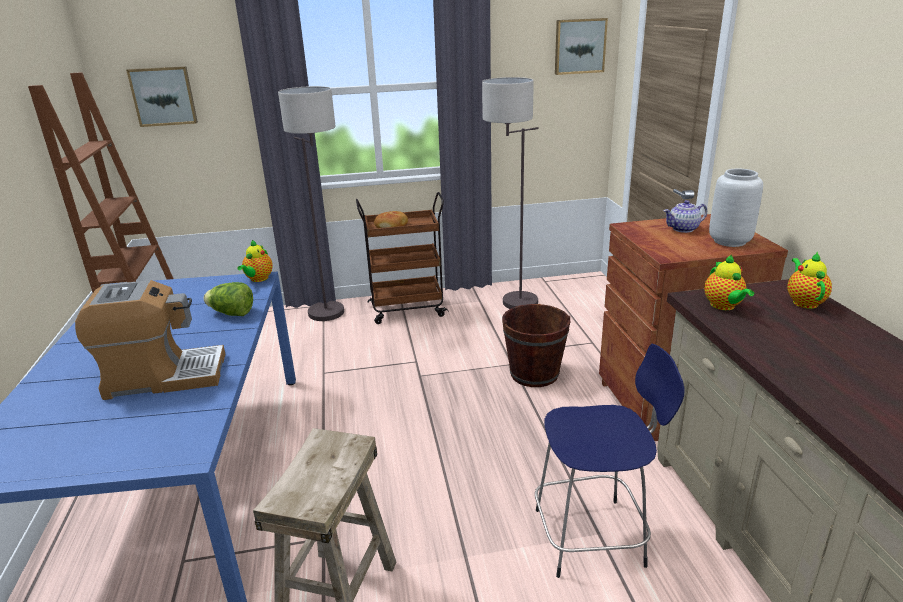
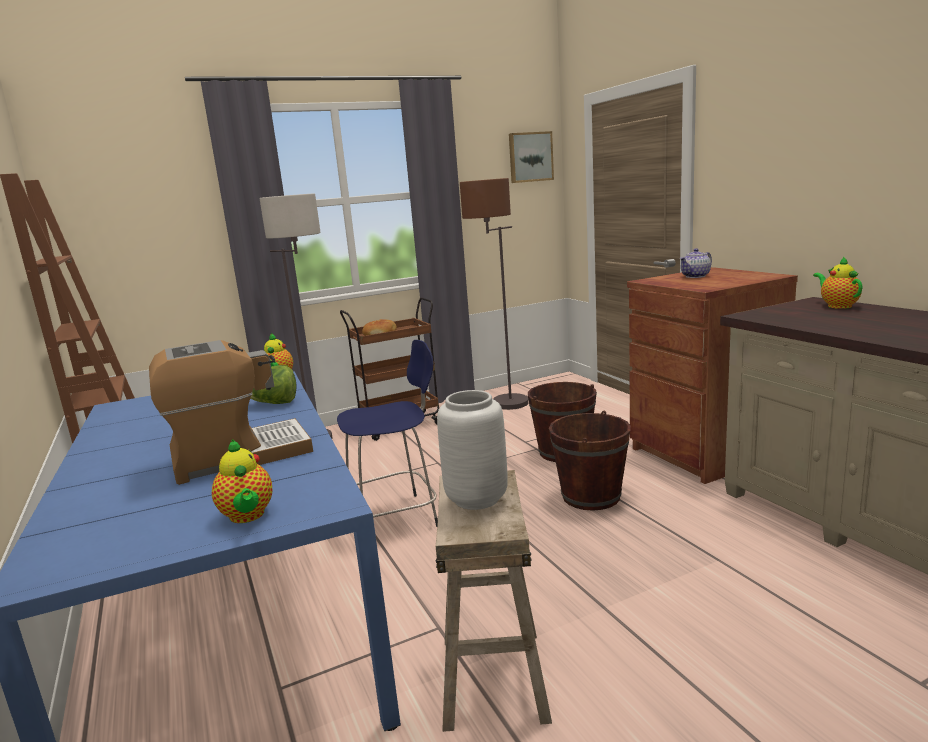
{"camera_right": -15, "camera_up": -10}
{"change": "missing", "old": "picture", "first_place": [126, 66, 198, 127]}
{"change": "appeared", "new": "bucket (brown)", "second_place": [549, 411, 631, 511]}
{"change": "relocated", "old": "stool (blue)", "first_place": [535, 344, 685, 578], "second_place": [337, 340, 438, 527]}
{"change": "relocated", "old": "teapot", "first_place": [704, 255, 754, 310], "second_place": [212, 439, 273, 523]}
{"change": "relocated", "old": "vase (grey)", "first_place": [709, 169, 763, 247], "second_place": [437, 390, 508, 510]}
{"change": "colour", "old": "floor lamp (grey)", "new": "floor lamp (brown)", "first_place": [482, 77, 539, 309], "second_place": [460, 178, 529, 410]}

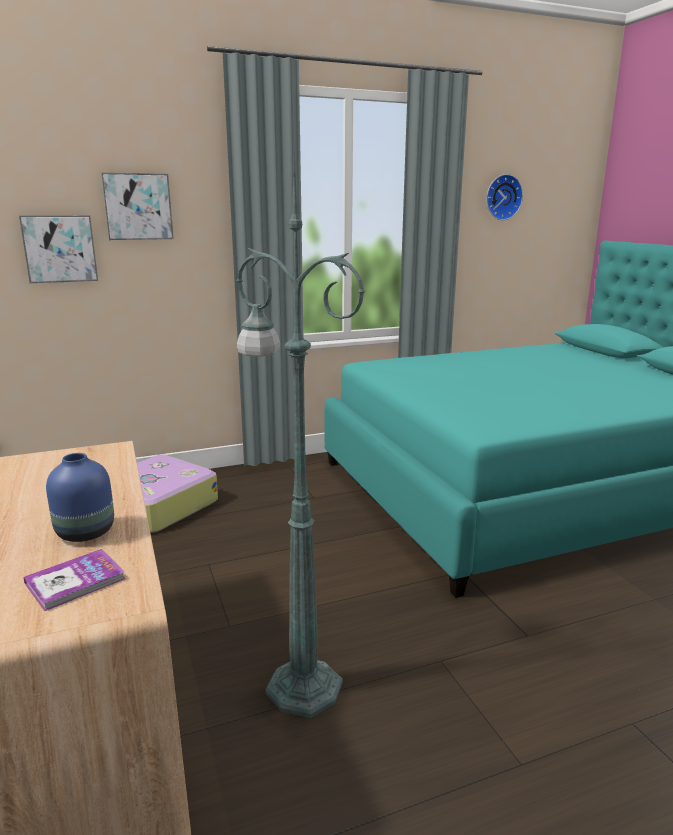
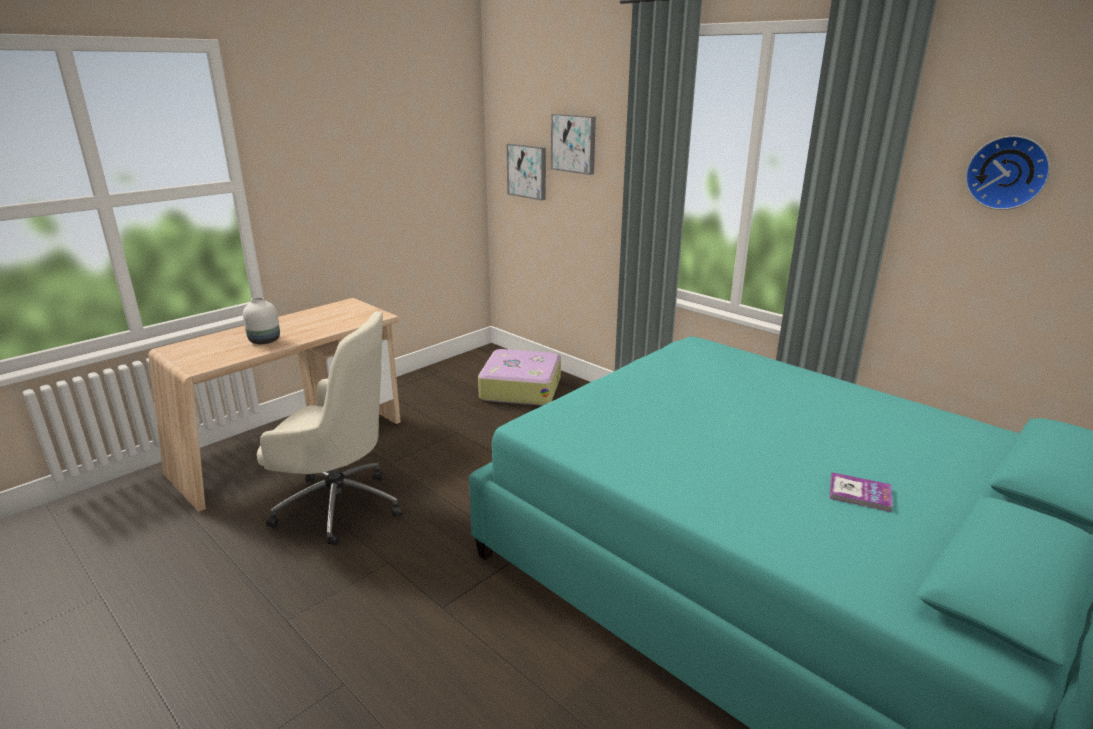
{"camera_right": 65, "camera_up": 5}
{"change": "relocated", "old": "book", "first_place": [23, 549, 126, 611], "second_place": [829, 472, 893, 512]}
{"change": "exchanged", "old": "floor lamp (green)", "new": "office chair (beige)", "first_place": [236, 158, 365, 718], "second_place": [257, 311, 402, 546]}
{"change": "colour", "old": "vase (blue)", "new": "vase (white)", "first_place": [46, 453, 114, 542], "second_place": [243, 297, 280, 344]}

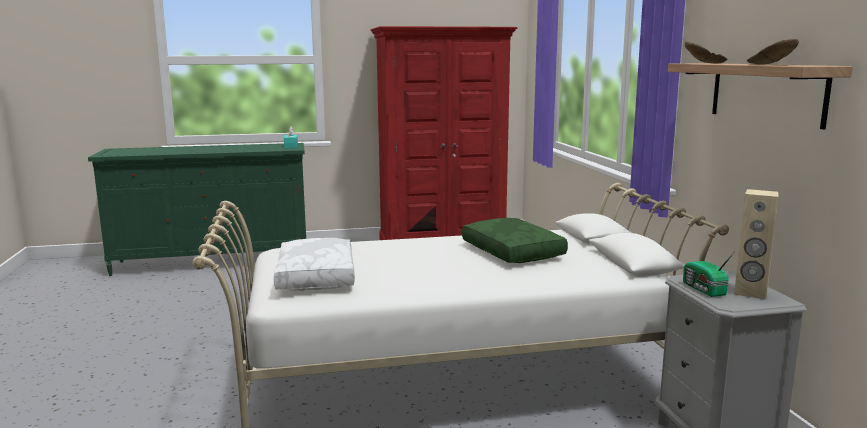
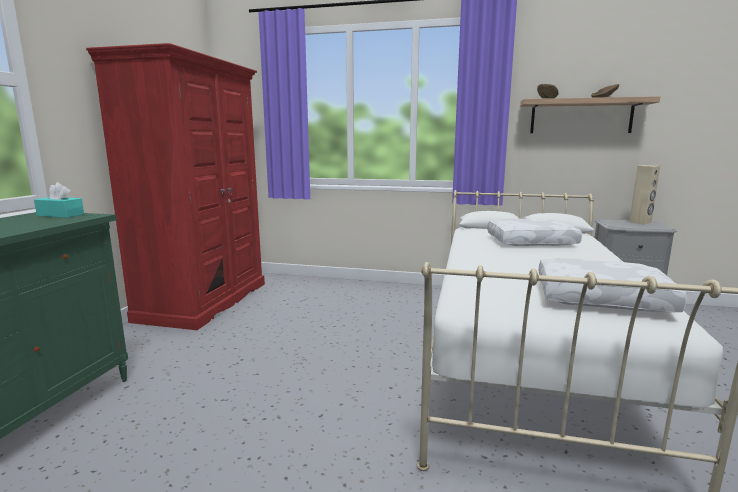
{"camera_right": -65, "camera_up": 0}
{"change": "missing", "old": "radio", "first_place": [683, 251, 735, 297]}
{"change": "colour", "old": "pillow (green)", "new": "pillow (white)", "first_place": [462, 218, 568, 263], "second_place": [487, 218, 582, 246]}

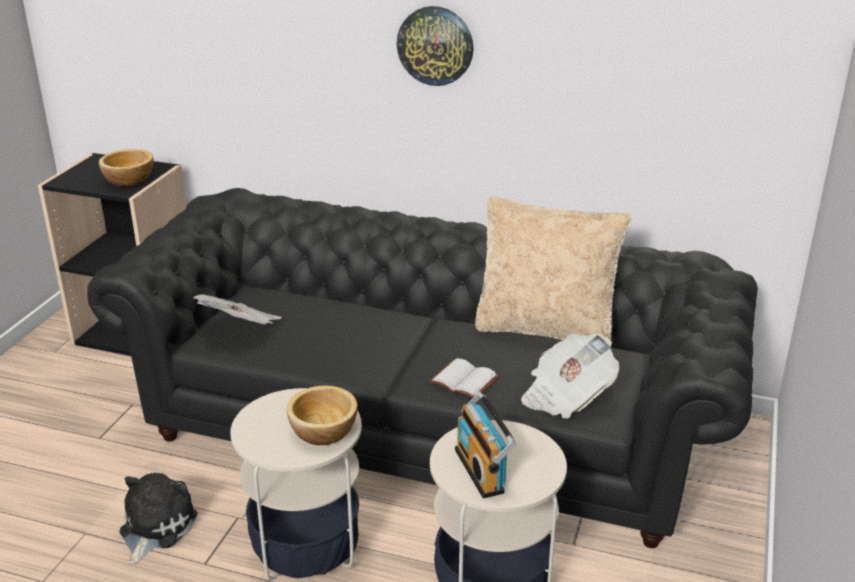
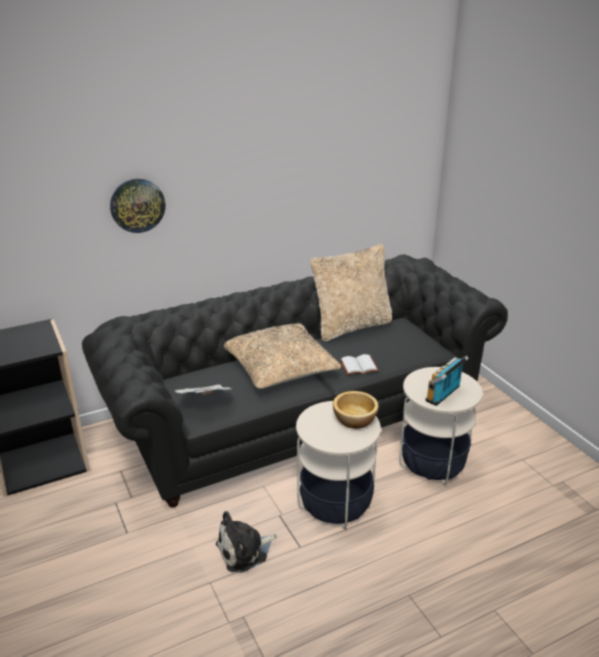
{"camera_right": -45, "camera_up": 0}
{"change": "missing", "old": "bowl", "first_place": [99, 149, 154, 187]}
{"change": "missing", "old": "newspaper", "first_place": [521, 333, 619, 419]}
{"change": "appeared", "new": "pillow (beige)", "second_place": [224, 323, 342, 389]}
{"change": "relocated", "old": "wall clock", "first_place": [397, 6, 474, 86], "second_place": [110, 179, 165, 233]}
{"change": "spun", "old": "plush toy", "first_place": [120, 473, 198, 564], "second_place": [216, 511, 277, 573], "degrees": -90}
{"change": "spun", "old": "radio", "first_place": [455, 392, 517, 499], "second_place": [425, 356, 469, 406], "degrees": 105}

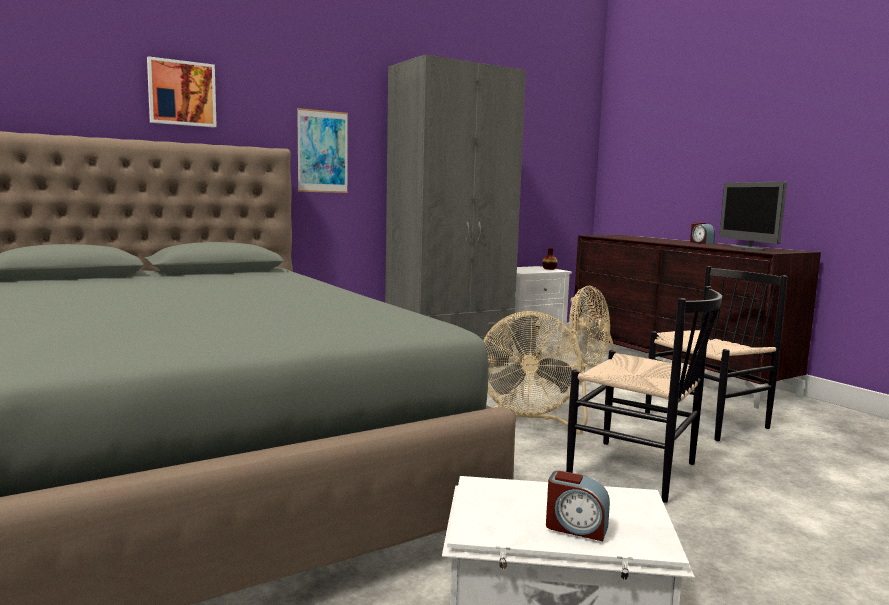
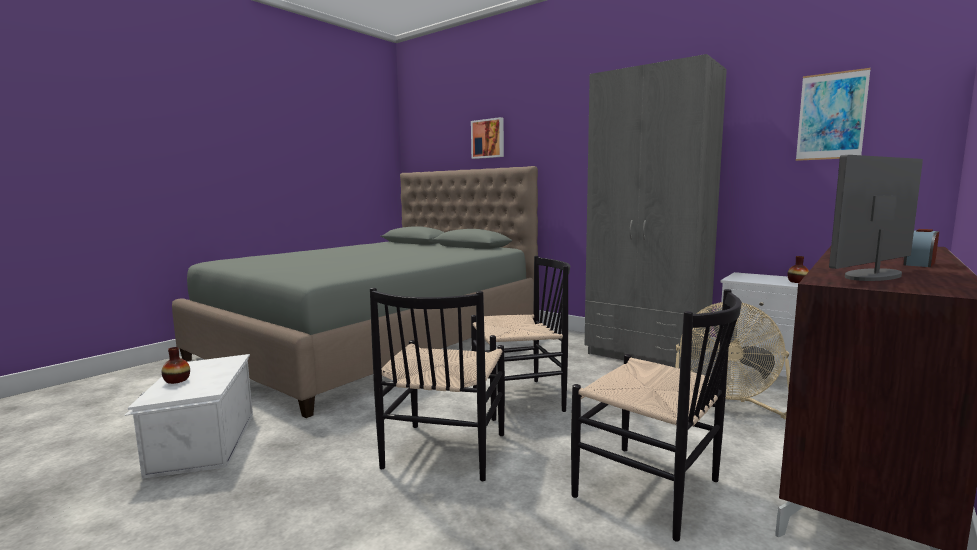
{"camera_right": 70, "camera_up": 0}
{"change": "relocated", "old": "picture", "first_place": [297, 108, 348, 193], "second_place": [796, 68, 871, 161]}
{"change": "exchanged", "old": "fan (beige)", "new": "chair (black)", "first_place": [483, 311, 588, 435], "second_place": [471, 256, 570, 421]}
{"change": "exchanged", "old": "alarm clock", "new": "vase", "first_place": [546, 471, 610, 541], "second_place": [162, 347, 190, 384]}

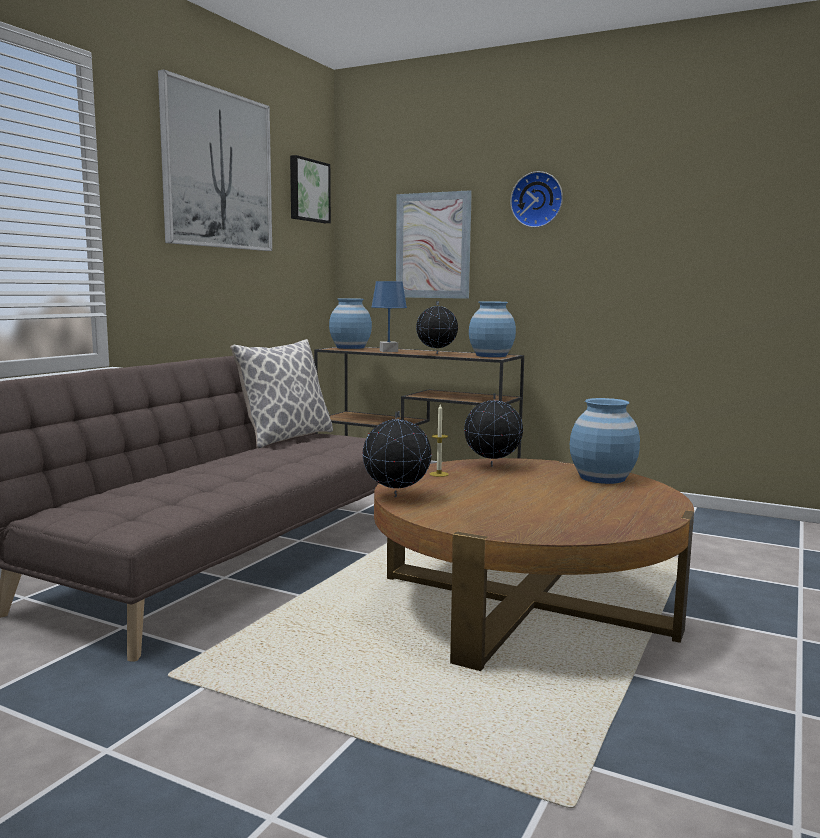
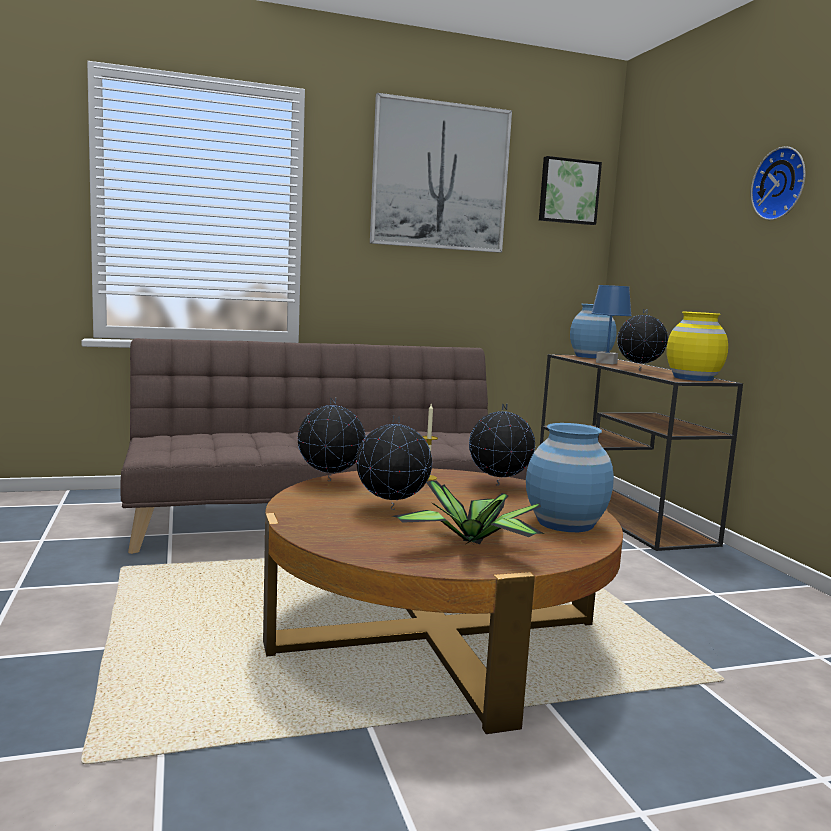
{"camera_right": 45, "camera_up": 0}
{"change": "missing", "old": "pillow", "first_place": [230, 339, 333, 449]}
{"change": "missing", "old": "picture", "first_place": [396, 190, 472, 299]}
{"change": "appeared", "new": "globe", "second_place": [356, 415, 432, 510]}
{"change": "appeared", "new": "potted plant", "second_place": [392, 480, 544, 544]}
{"change": "colour", "old": "vase (blue)", "new": "vase (yellow)", "first_place": [469, 301, 516, 357], "second_place": [666, 312, 728, 381]}

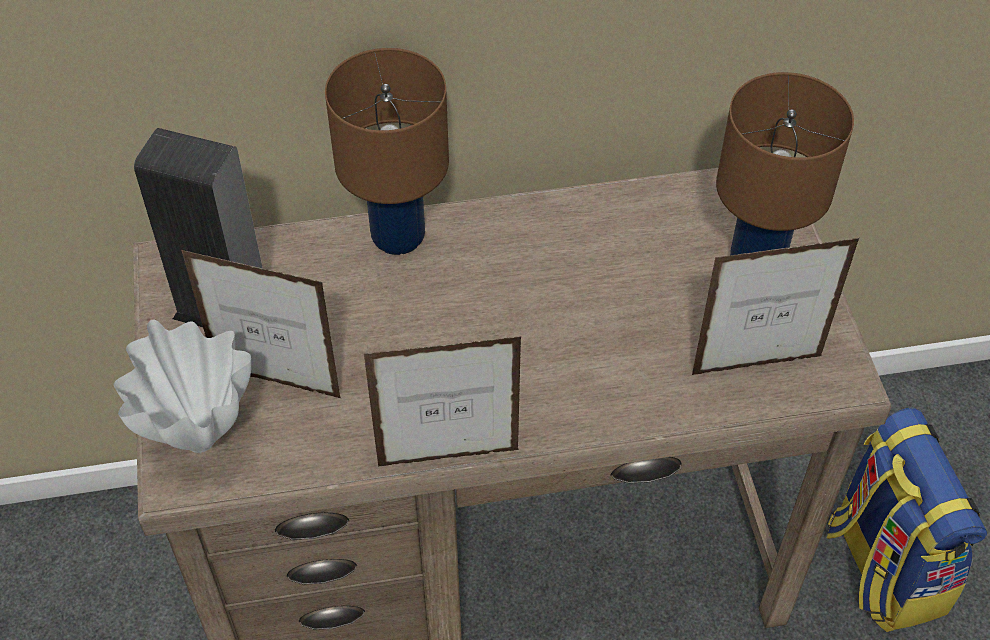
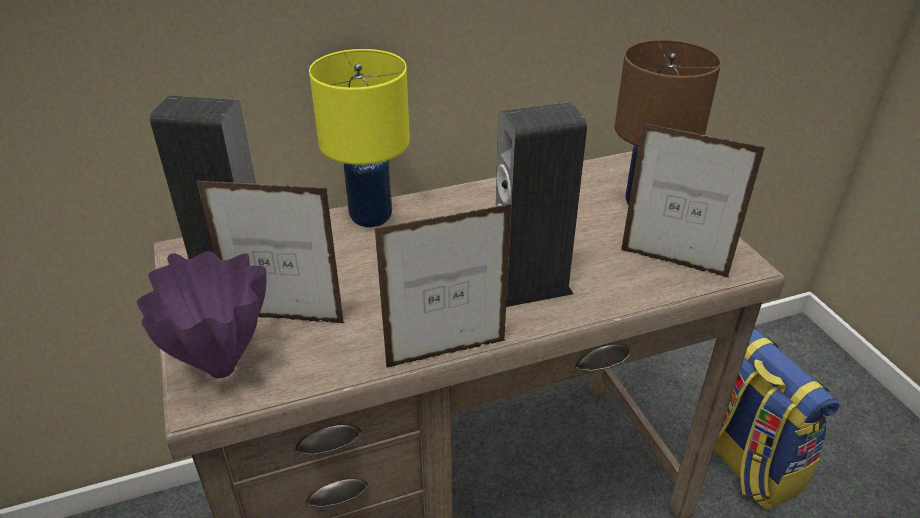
{"camera_right": -10, "camera_up": -15}
{"change": "appeared", "new": "speaker", "second_place": [495, 102, 587, 307]}
{"change": "colour", "old": "vase (white)", "new": "vase (purple)", "first_place": [114, 320, 251, 453], "second_place": [137, 251, 266, 378]}
{"change": "colour", "old": "table lamp (brown)", "new": "table lamp (yellow)", "first_place": [325, 48, 449, 255], "second_place": [309, 49, 410, 227]}
{"change": "spun", "old": "picture frame", "first_place": [692, 238, 860, 375], "second_place": [621, 123, 765, 278], "degrees": 45}

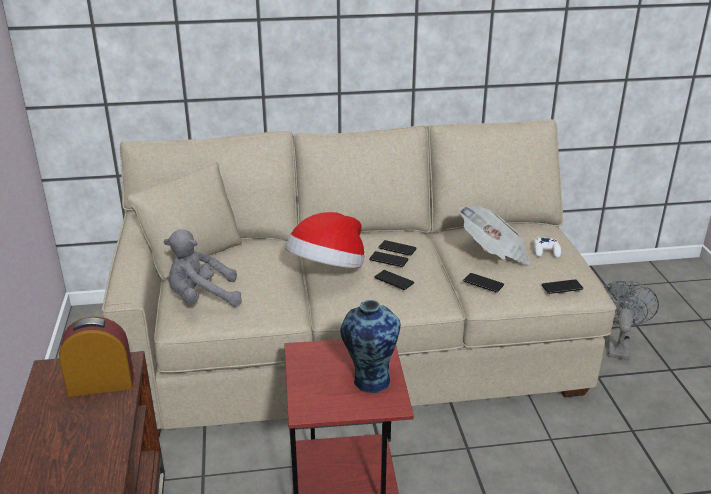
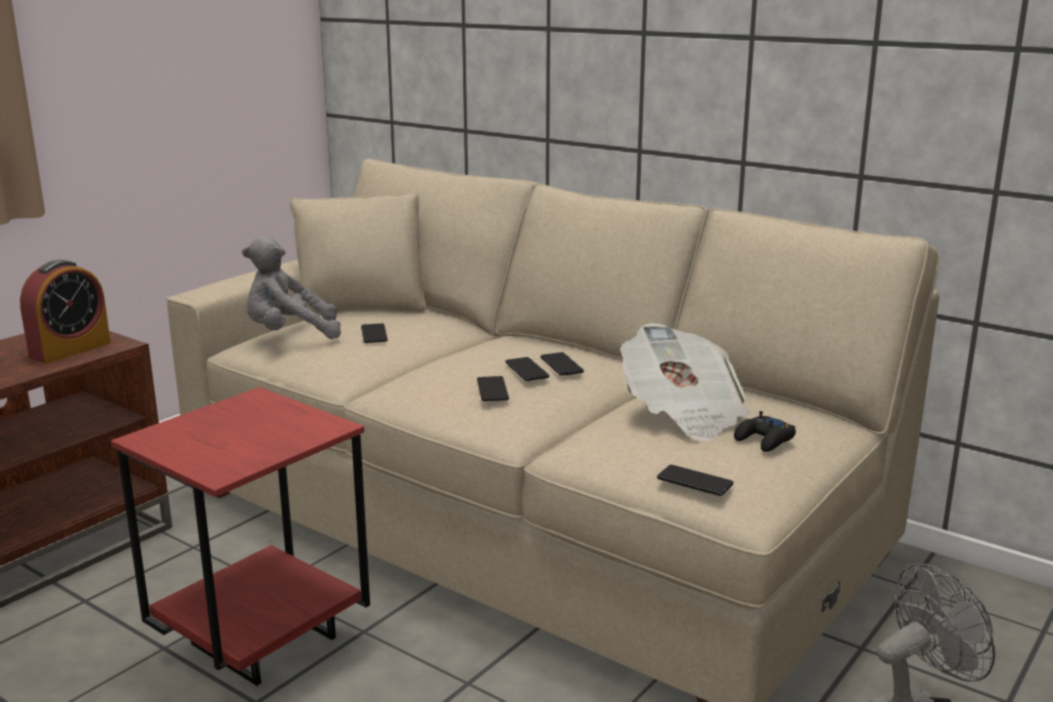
{"camera_right": 45, "camera_up": -10}
{"change": "missing", "old": "hat", "first_place": [285, 212, 365, 268]}
{"change": "missing", "old": "vase", "first_place": [341, 300, 400, 393]}
{"change": "relocated", "old": "phone", "first_place": [463, 273, 504, 292], "second_place": [361, 323, 388, 343]}
{"change": "colour", "old": "game controller (white)", "new": "game controller (black)", "first_place": [534, 237, 561, 258], "second_place": [734, 411, 796, 452]}
{"change": "spun", "old": "alarm clock", "first_place": [59, 317, 134, 397], "second_place": [20, 260, 111, 363], "degrees": 90}
{"change": "spun", "old": "plush toy (grey)", "first_place": [163, 229, 242, 306], "second_place": [242, 236, 341, 339], "degrees": -45}

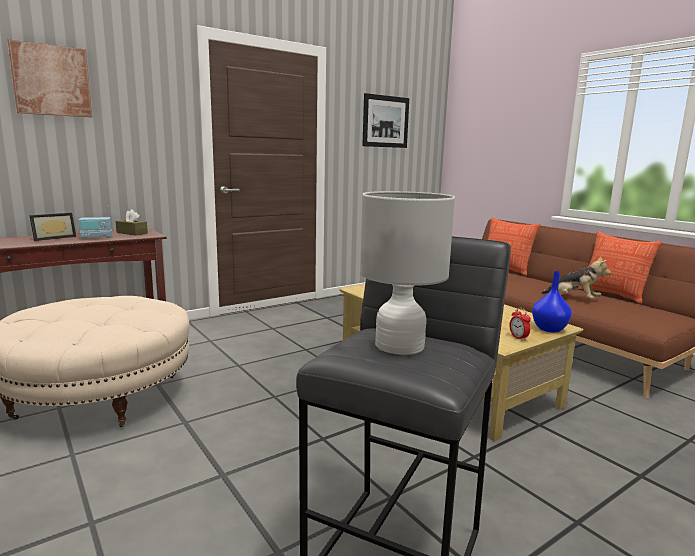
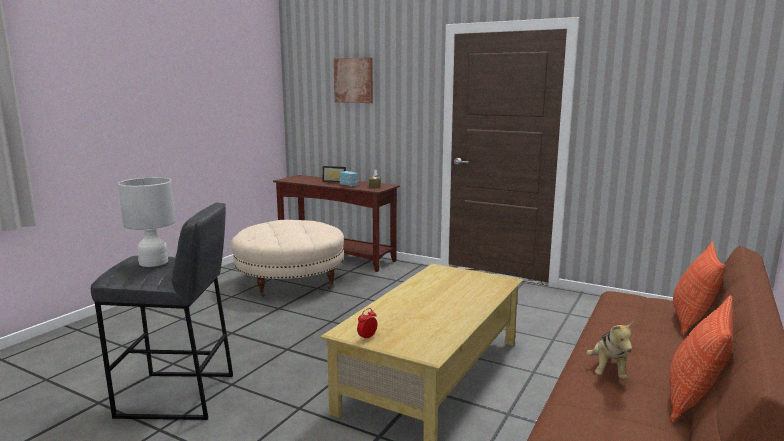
{"camera_right": 65, "camera_up": 0}
{"change": "missing", "old": "picture", "first_place": [362, 93, 409, 148]}
{"change": "missing", "old": "vase (blue)", "first_place": [532, 271, 572, 332]}

